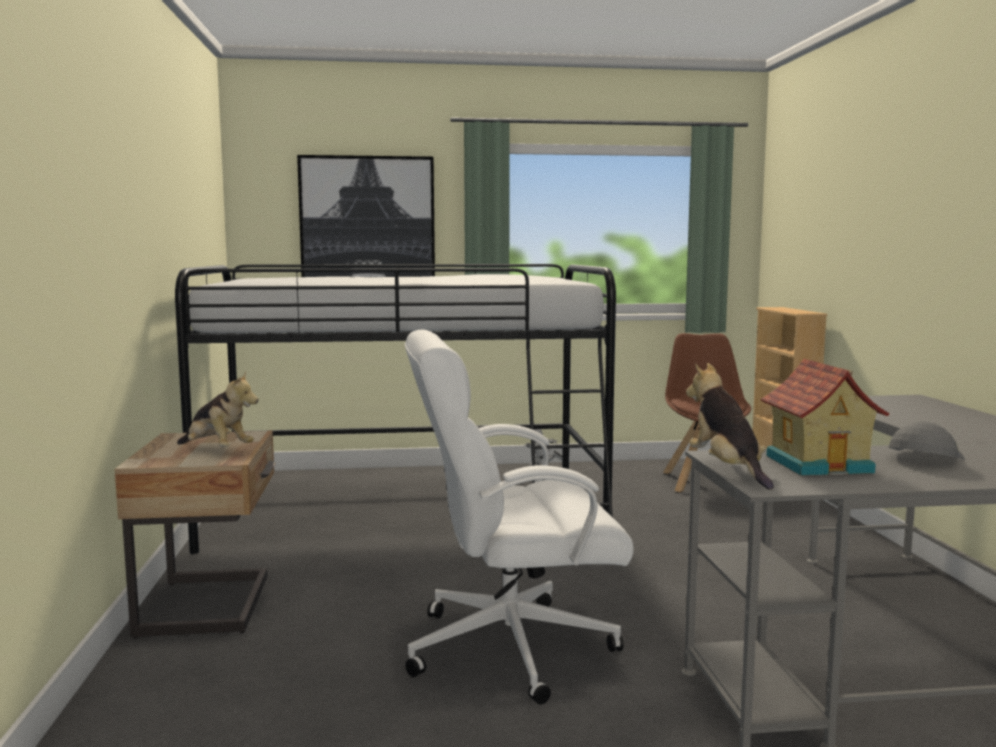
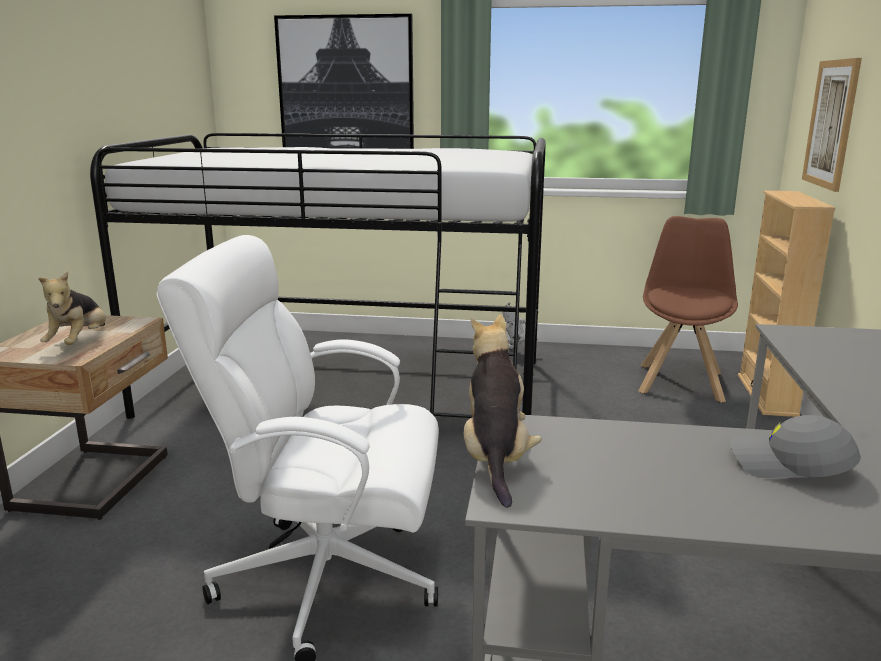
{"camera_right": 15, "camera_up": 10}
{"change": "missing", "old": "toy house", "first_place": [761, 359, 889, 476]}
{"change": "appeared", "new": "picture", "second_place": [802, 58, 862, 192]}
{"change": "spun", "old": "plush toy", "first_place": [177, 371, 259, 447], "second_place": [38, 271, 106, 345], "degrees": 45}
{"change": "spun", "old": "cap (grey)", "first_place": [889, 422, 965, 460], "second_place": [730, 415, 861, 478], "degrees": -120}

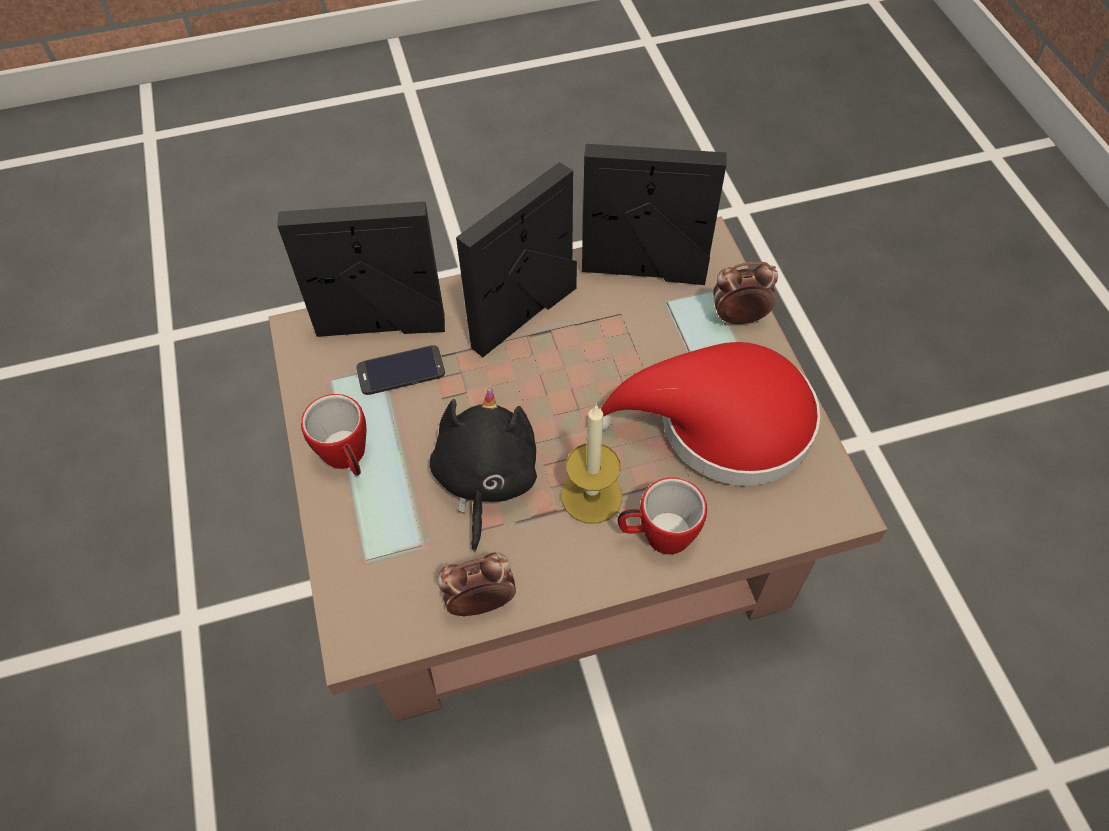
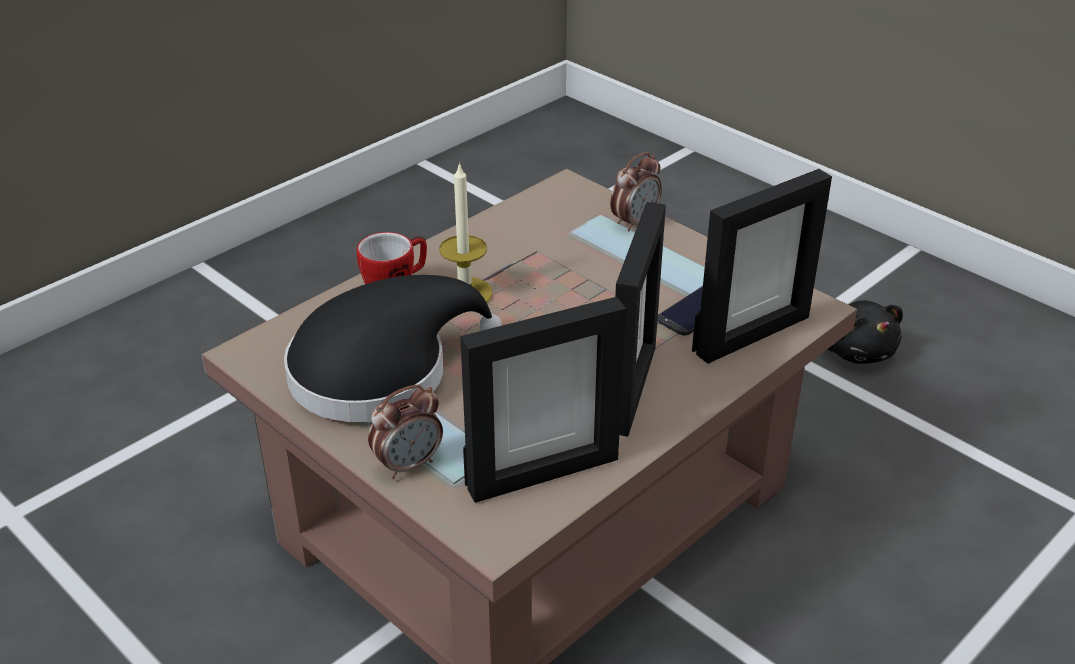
{"camera_right": 150, "camera_up": -20}
{"change": "missing", "old": "mug", "first_place": [301, 394, 367, 476]}
{"change": "relocated", "old": "plush toy (black)", "first_place": [430, 388, 537, 552], "second_place": [827, 300, 903, 364]}
{"change": "relocated", "old": "alarm clock", "first_place": [437, 552, 516, 617], "second_place": [610, 152, 662, 231]}
{"change": "colour", "old": "hat (red)", "new": "hat (black)", "first_place": [599, 342, 820, 486], "second_place": [284, 275, 502, 422]}

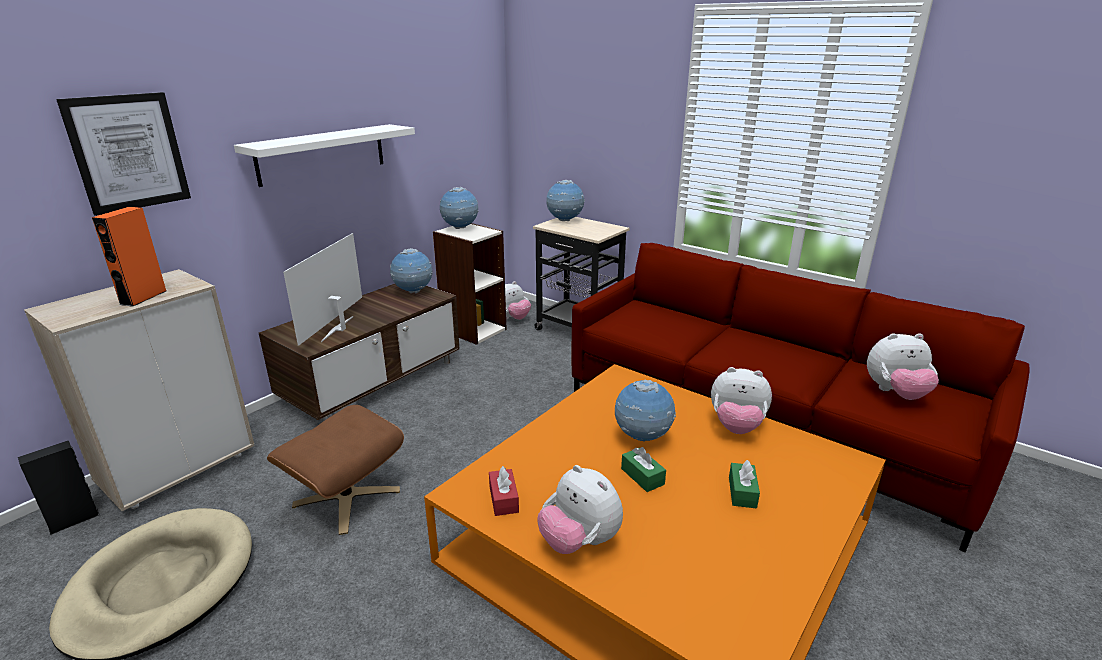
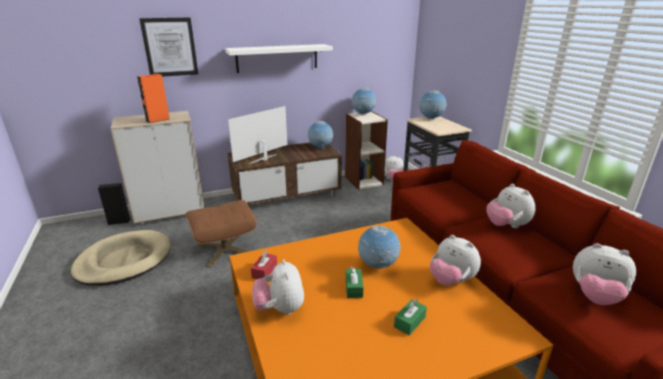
{"camera_right": 30, "camera_up": 0}
{"change": "appeared", "new": "plush toy", "second_place": [486, 184, 536, 228]}

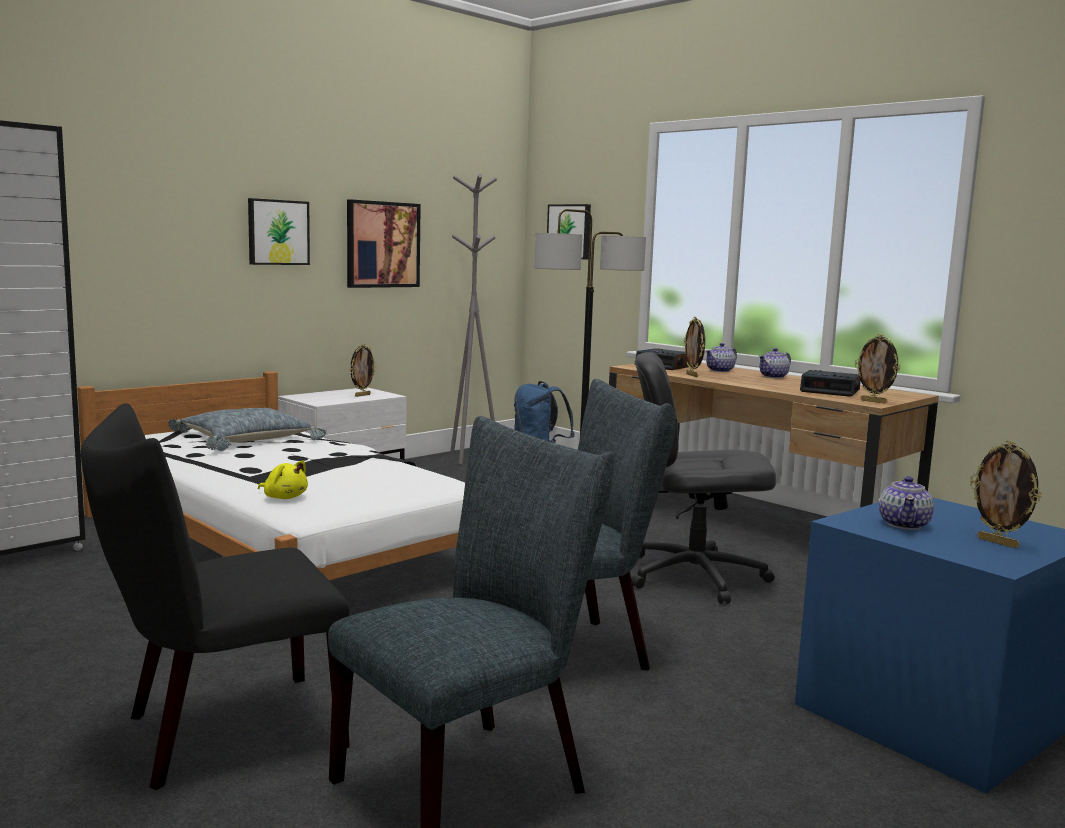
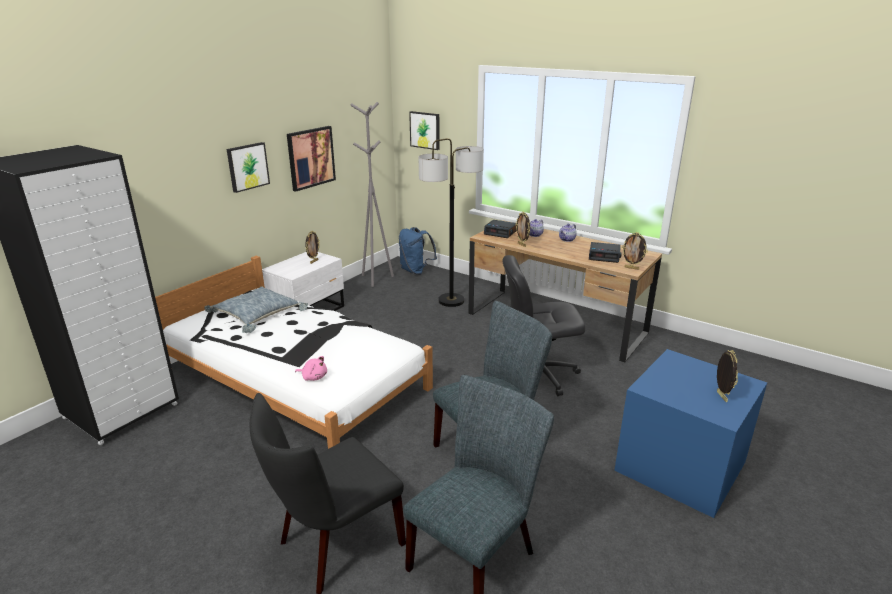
{"camera_right": -10, "camera_up": 15}
{"change": "missing", "old": "teapot", "first_place": [879, 476, 934, 530]}
{"change": "colour", "old": "plush toy (yellow)", "new": "plush toy (pink)", "first_place": [258, 461, 308, 499], "second_place": [295, 356, 327, 381]}
{"change": "spun", "old": "picture frame", "first_place": [970, 441, 1041, 548], "second_place": [717, 350, 738, 402], "degrees": -135}

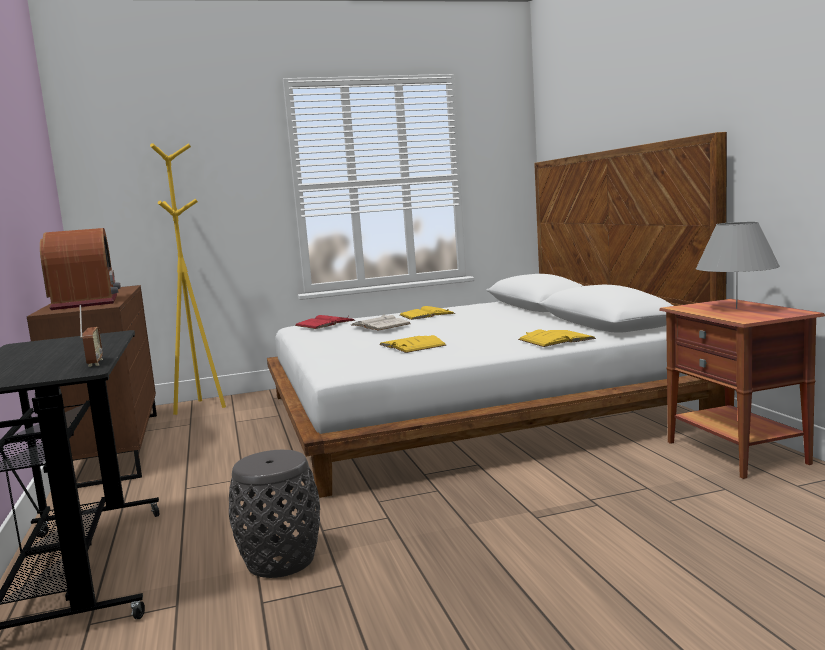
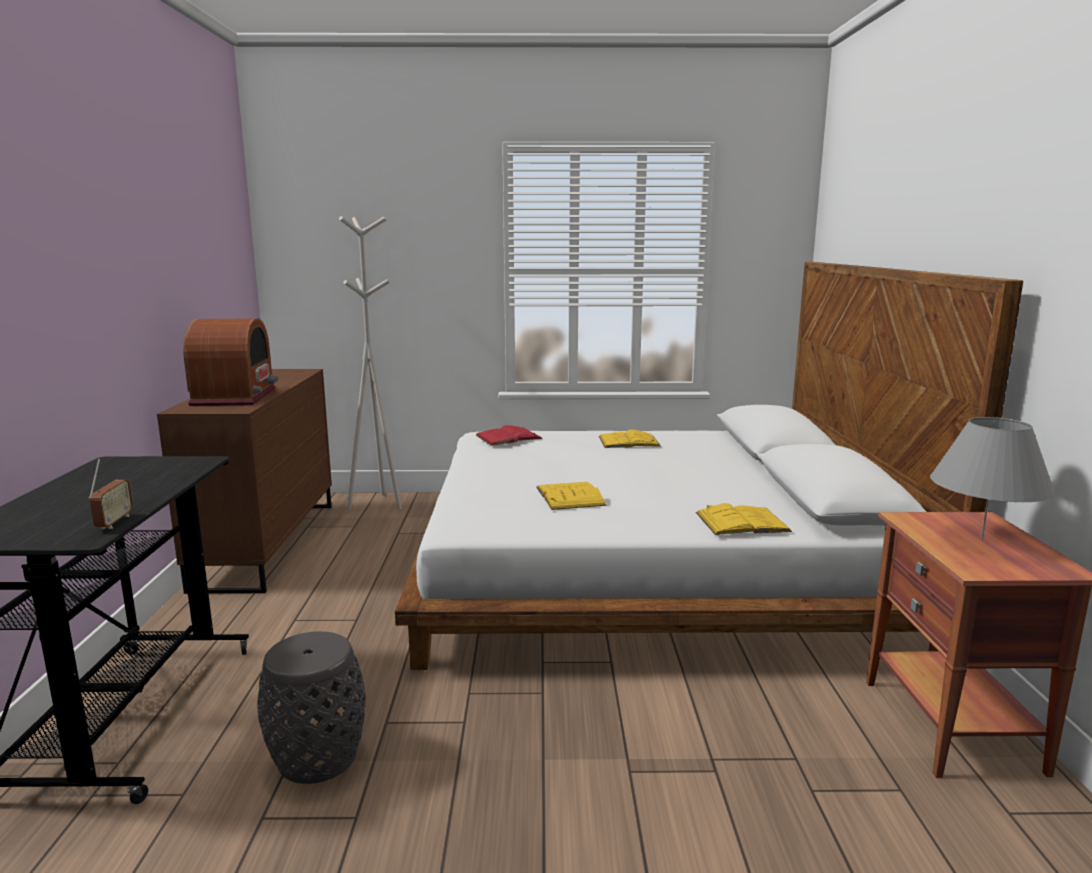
{"camera_right": 15, "camera_up": 5}
{"change": "missing", "old": "book (white)", "first_place": [351, 314, 411, 331]}
{"change": "colour", "old": "clothes rack (yellow)", "new": "clothes rack (grey)", "first_place": [150, 143, 226, 415], "second_place": [339, 216, 402, 510]}

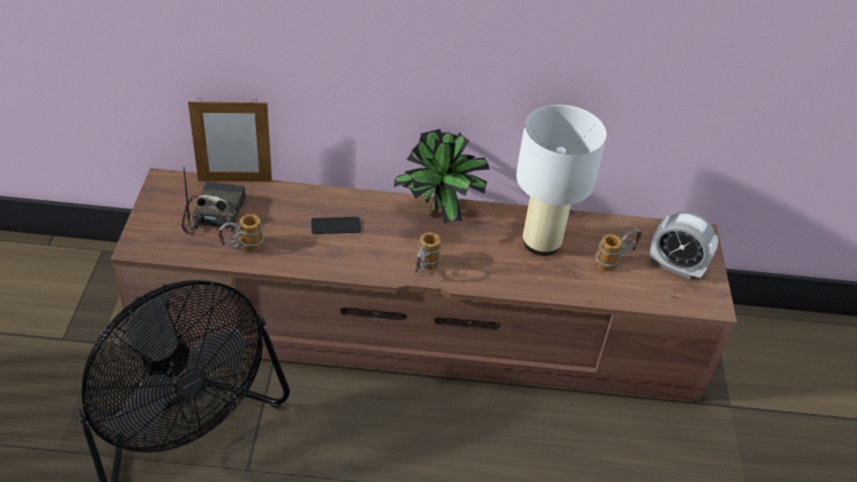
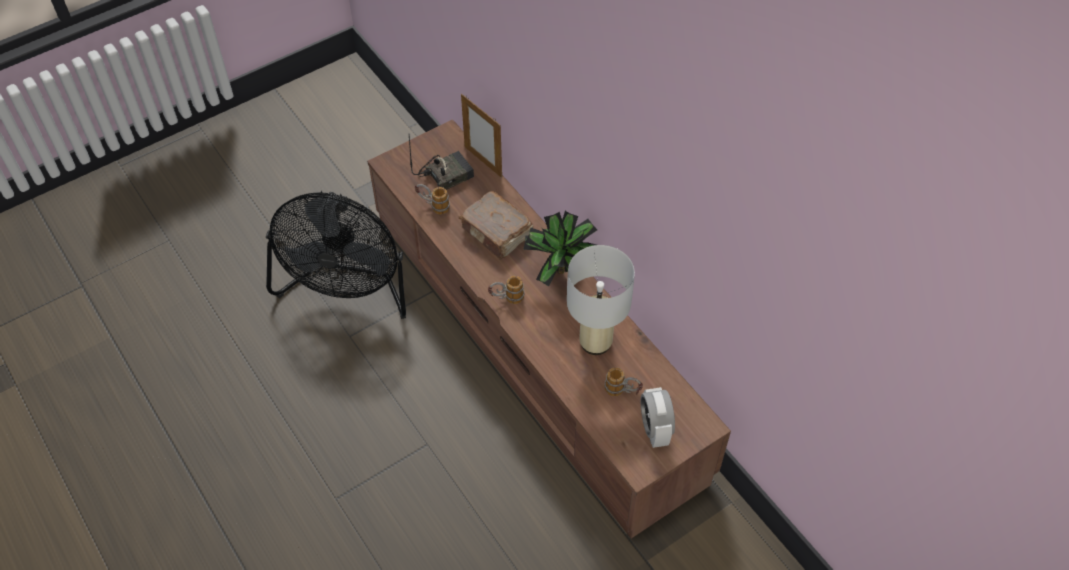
{"camera_right": 55, "camera_up": 10}
{"change": "exchanged", "old": "phone", "new": "book (brown)", "first_place": [311, 217, 361, 234], "second_place": [459, 191, 533, 260]}

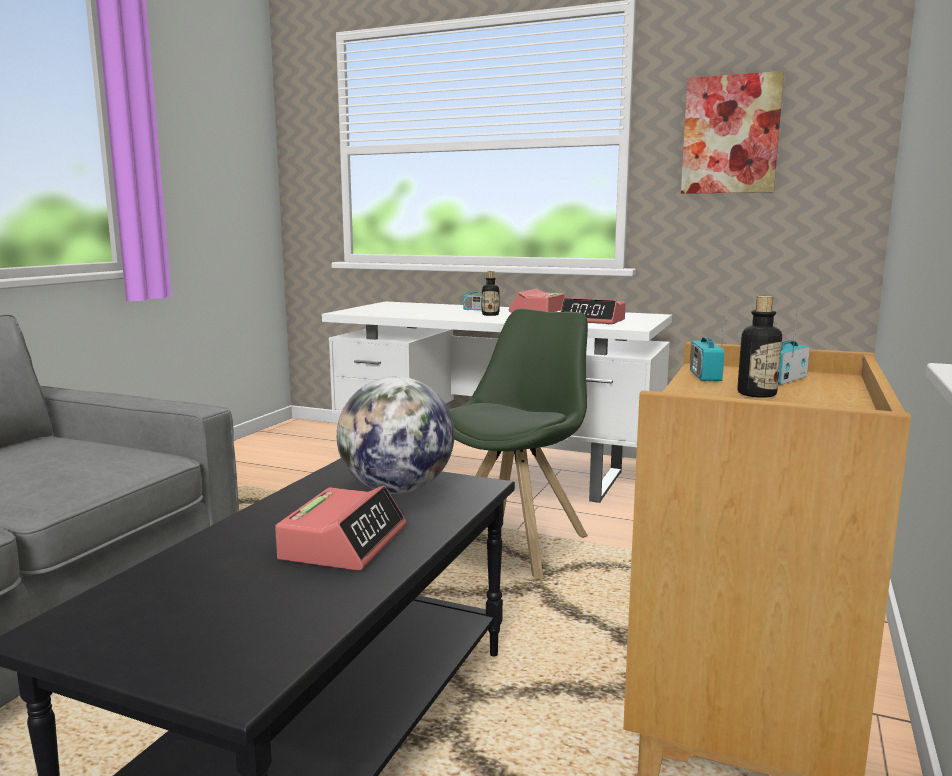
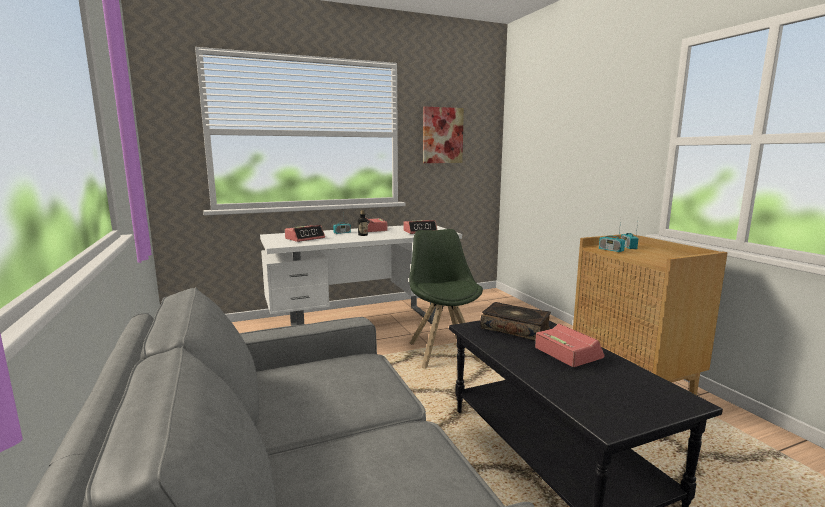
{"camera_right": -45, "camera_up": 0}
{"change": "missing", "old": "bottle", "first_place": [738, 296, 782, 398]}
{"change": "appeared", "new": "alarm clock", "second_place": [285, 225, 325, 242]}
{"change": "exchanged", "old": "globe", "new": "book", "first_place": [337, 376, 454, 494], "second_place": [480, 302, 551, 341]}

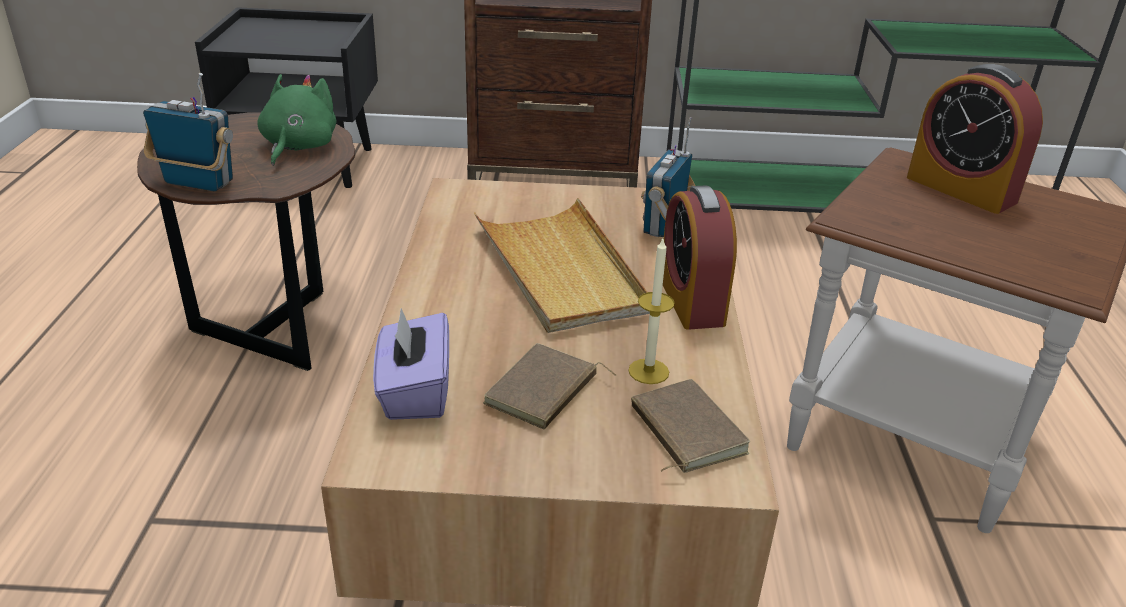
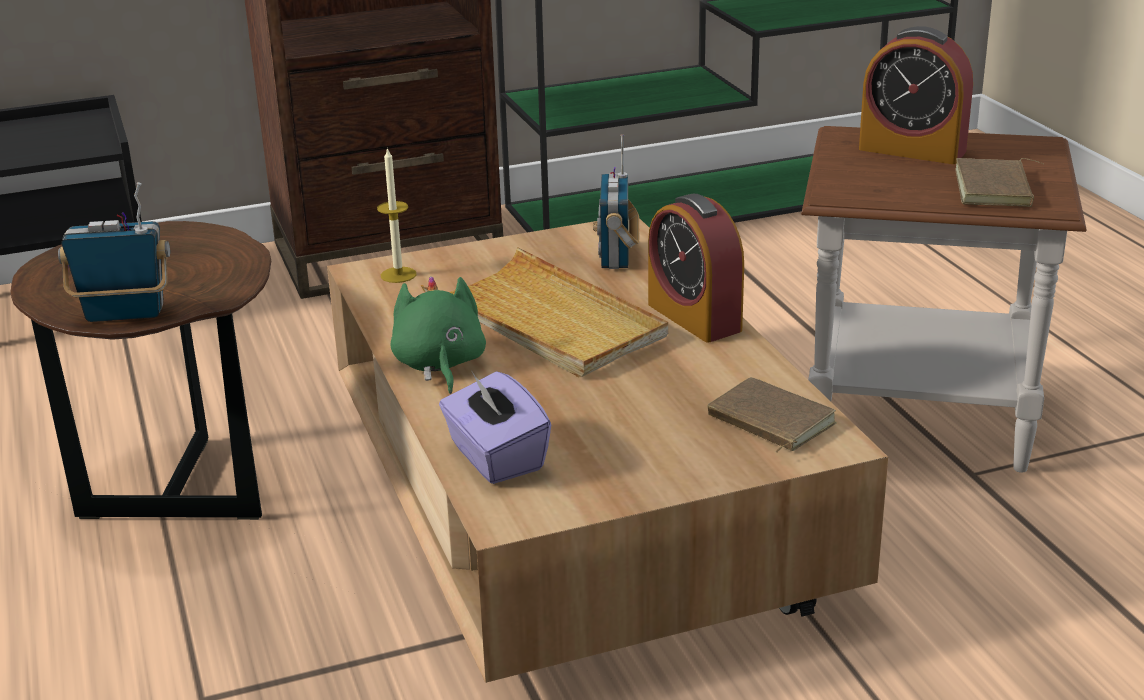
{"camera_right": -20, "camera_up": -5}
{"change": "relocated", "old": "plush toy (green)", "first_place": [257, 74, 337, 166], "second_place": [391, 276, 486, 394]}
{"change": "relocated", "old": "book (brown)", "first_place": [483, 343, 616, 429], "second_place": [955, 158, 1043, 207]}
{"change": "relocated", "old": "candle", "first_place": [628, 239, 675, 384], "second_place": [377, 147, 417, 283]}

